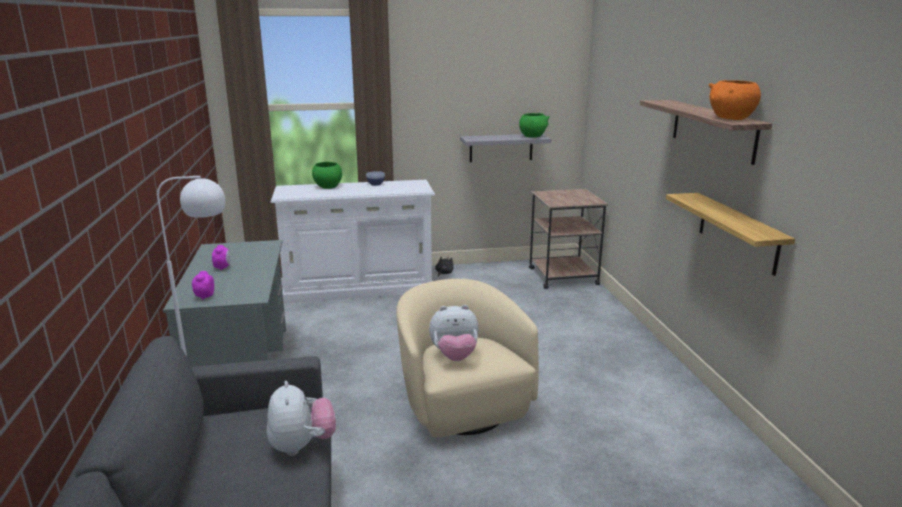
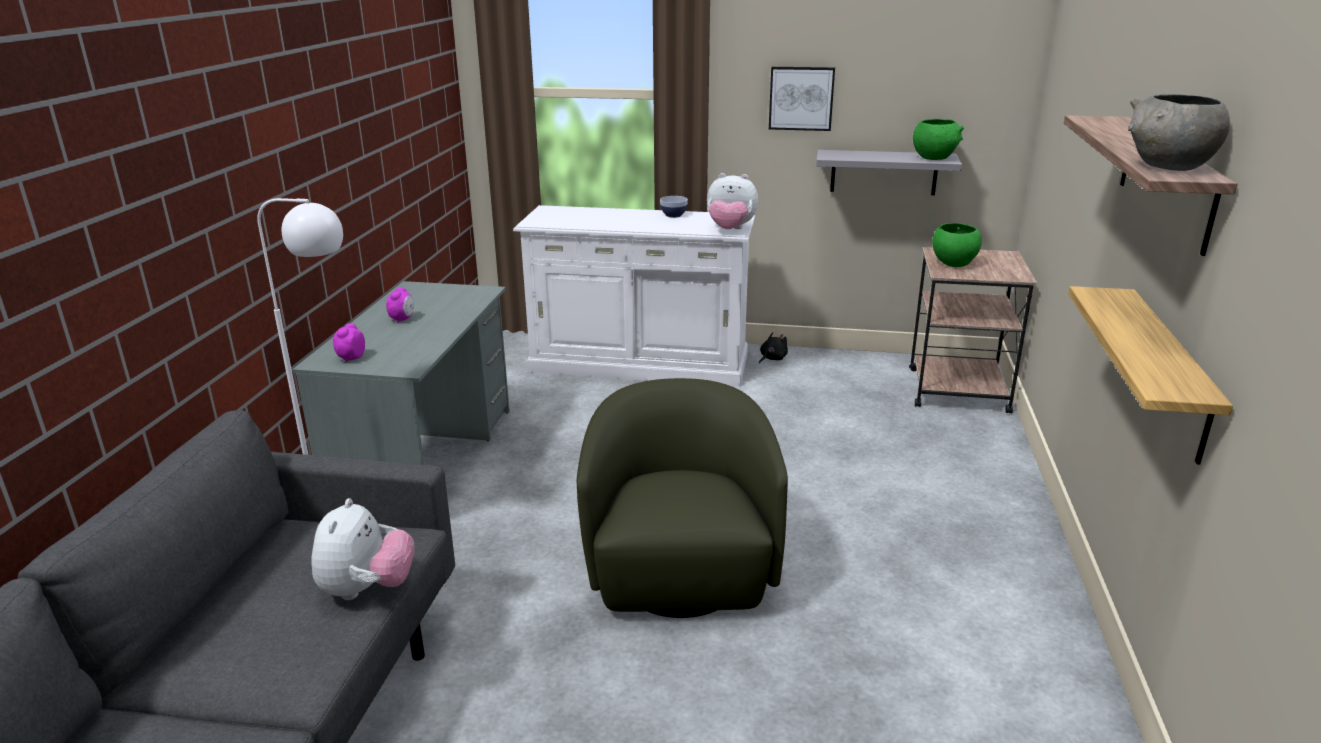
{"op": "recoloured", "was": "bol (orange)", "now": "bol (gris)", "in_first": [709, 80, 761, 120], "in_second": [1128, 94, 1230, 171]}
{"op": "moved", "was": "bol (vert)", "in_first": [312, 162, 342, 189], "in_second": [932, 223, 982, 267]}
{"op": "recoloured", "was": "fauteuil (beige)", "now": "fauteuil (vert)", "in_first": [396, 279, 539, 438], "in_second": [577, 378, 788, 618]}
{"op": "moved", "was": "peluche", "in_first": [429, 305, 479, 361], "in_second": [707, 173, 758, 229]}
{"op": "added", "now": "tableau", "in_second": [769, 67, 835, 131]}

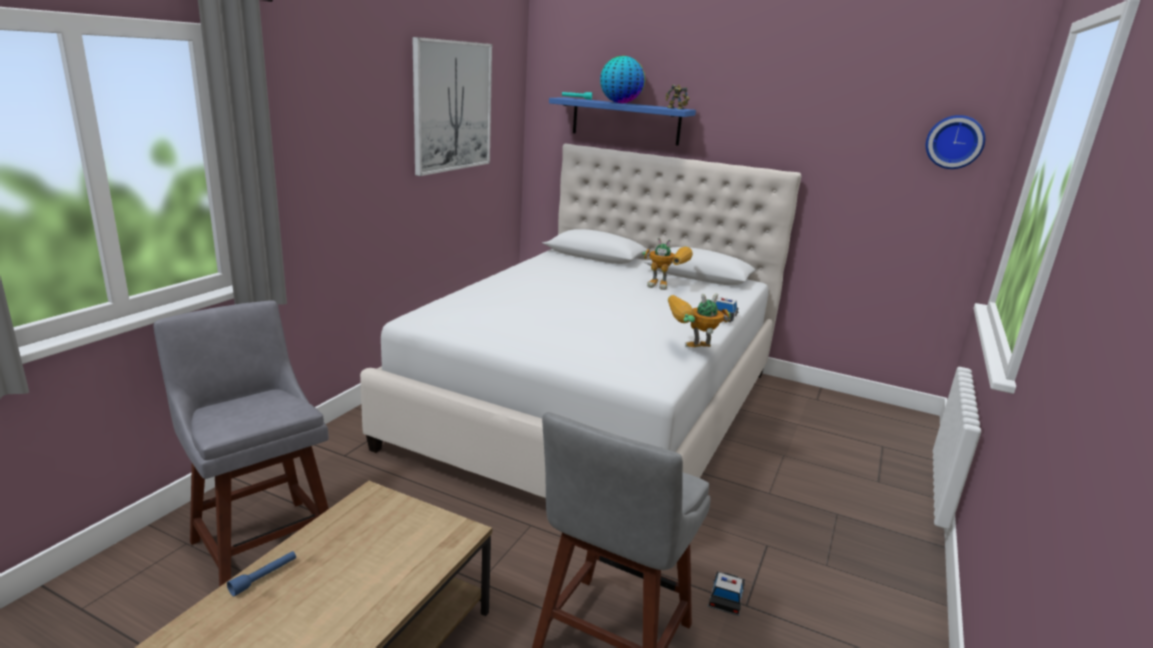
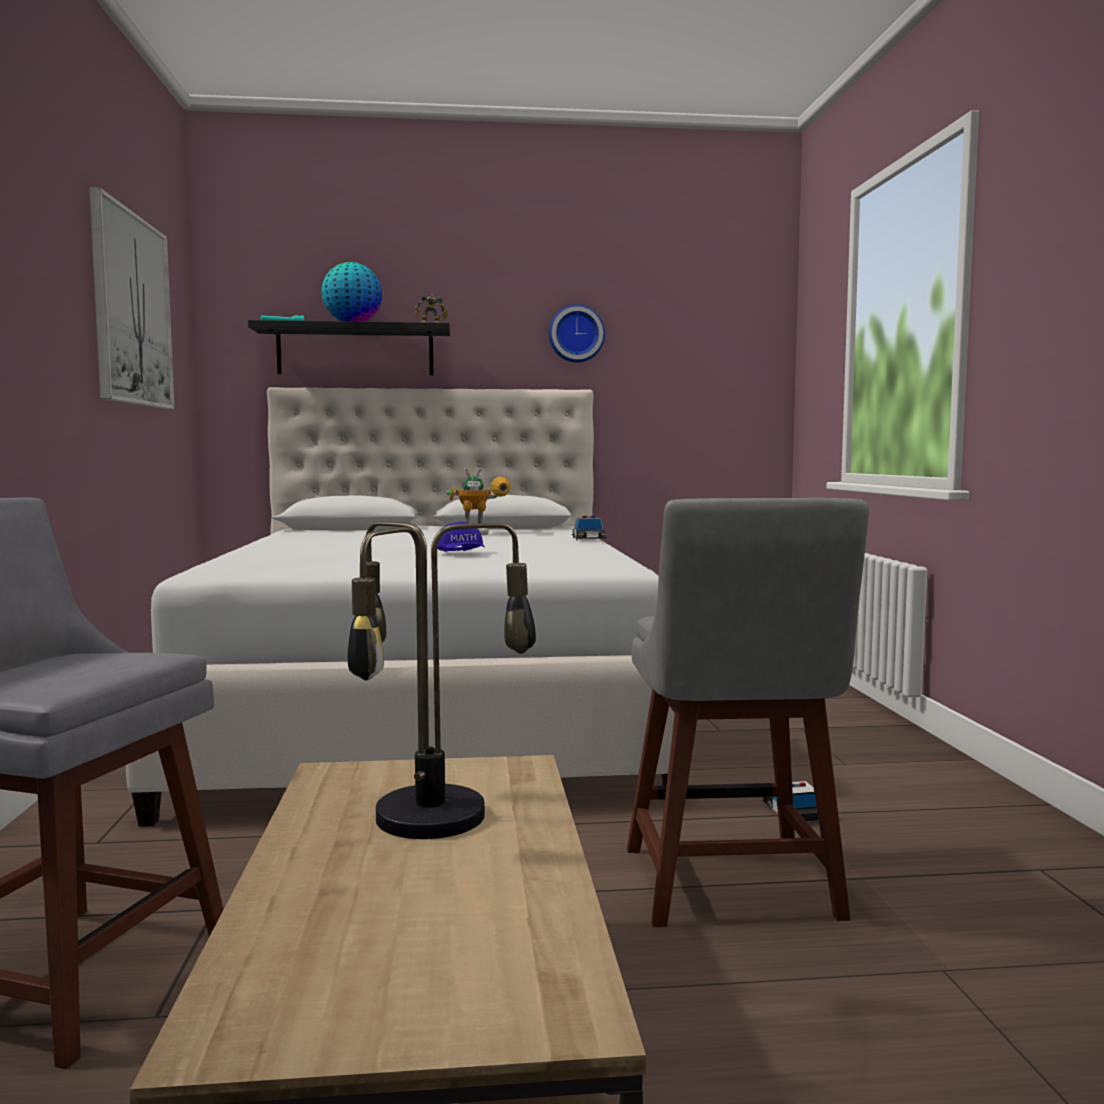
{"op": "recoloured", "was": "étagère (bleu)", "now": "étagère (noir)", "in_first": [549, 97, 696, 146], "in_second": [248, 320, 450, 375]}
{"op": "moved", "was": "horloge murale", "in_first": [926, 115, 985, 169], "in_second": [549, 305, 605, 363]}
{"op": "removed", "was": "robot jouet", "in_first": [668, 293, 731, 347]}
{"op": "removed", "was": "lampe de poche (bleu)", "in_first": [227, 551, 296, 596]}
{"op": "added", "now": "lampe de table", "in_second": [348, 521, 536, 839]}
{"op": "added", "now": "casquette (bleu)", "in_second": [437, 522, 485, 552]}

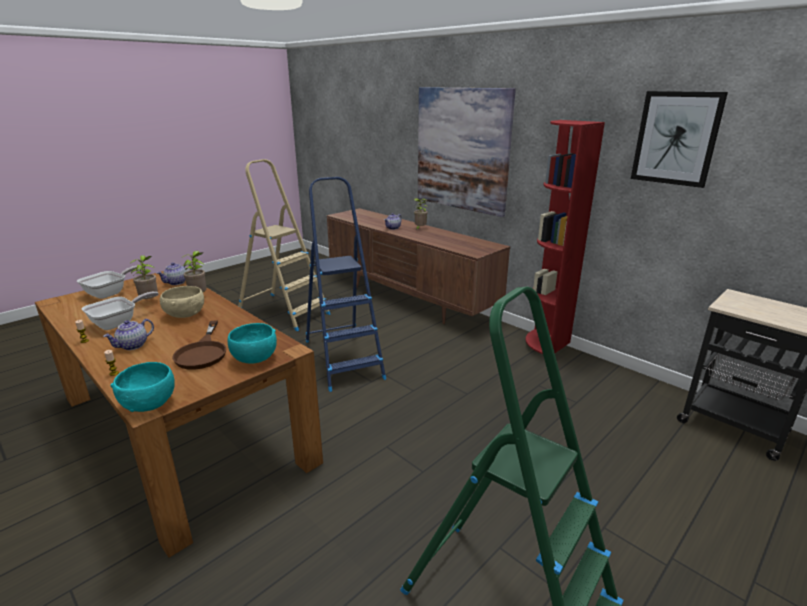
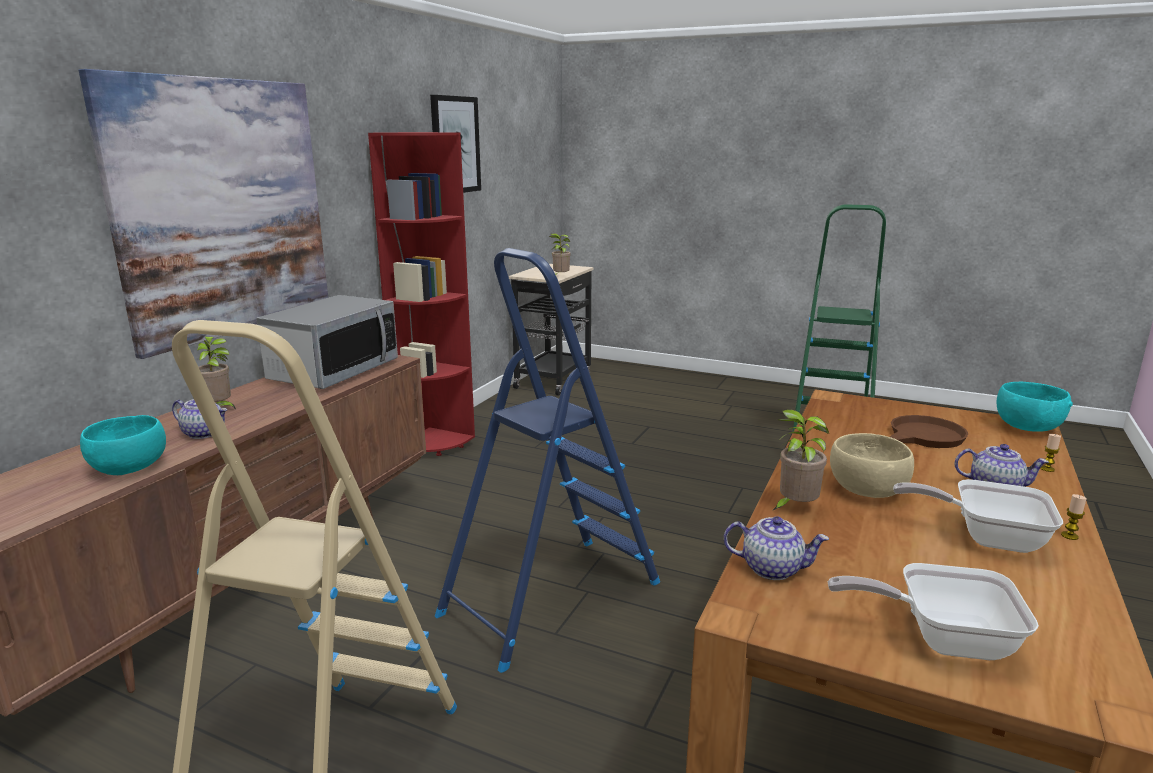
{"op": "moved", "was": "plante en pot", "in_first": [130, 255, 158, 299], "in_second": [549, 233, 571, 275]}
{"op": "moved", "was": "bol (turquoise)", "in_first": [228, 323, 277, 364], "in_second": [80, 415, 166, 475]}
{"op": "added", "now": "micro-ondes", "in_second": [256, 295, 398, 389]}

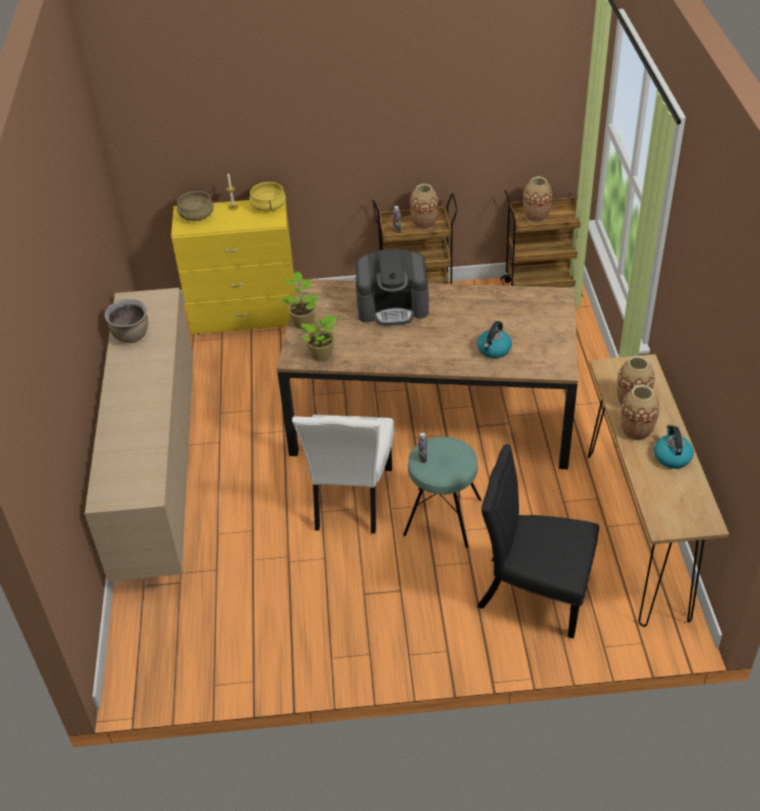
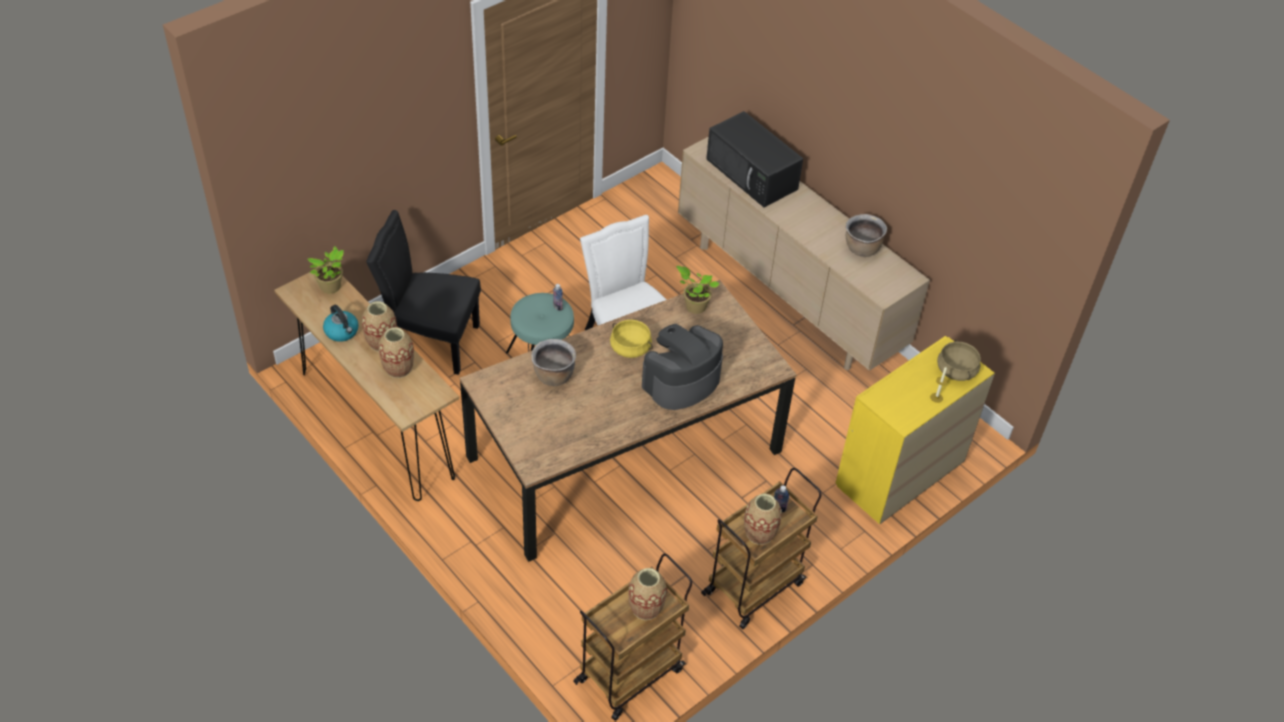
{"op": "moved", "was": "marmite (jaune)", "in_first": [249, 182, 286, 212], "in_second": [610, 320, 653, 358]}
{"op": "moved", "was": "plante en pot", "in_first": [279, 271, 319, 329], "in_second": [308, 246, 344, 293]}
{"op": "replaced", "was": "bouilloire", "now": "marmite (marron)", "in_first": [477, 321, 512, 358], "in_second": [531, 339, 576, 386]}
{"op": "turned", "was": "chaise (noir)", "in_first": [477, 444, 599, 639], "in_second": [366, 210, 481, 375], "clockwise": -150}
{"op": "added", "now": "micro-ondes (noir)", "in_second": [706, 111, 803, 207]}

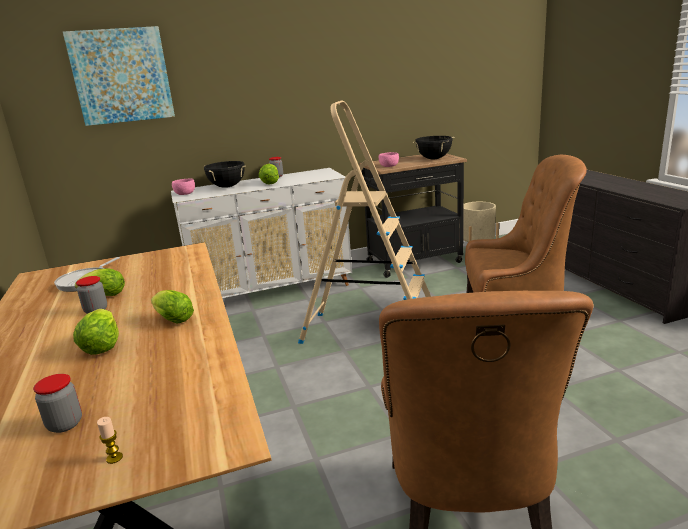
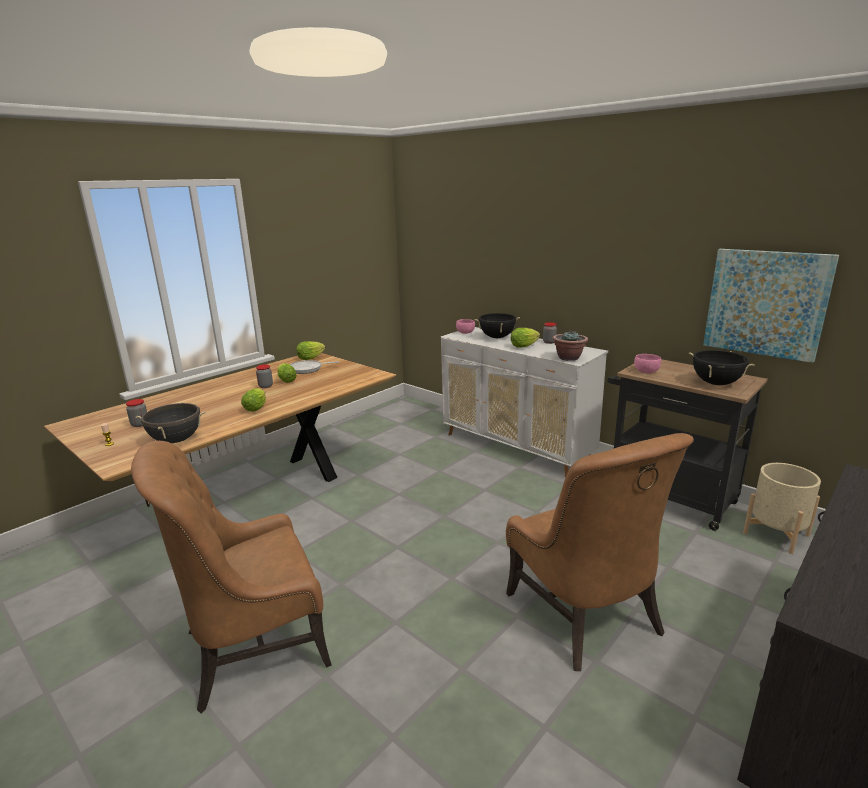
{"op": "moved", "was": "tableau", "in_first": [63, 26, 175, 126], "in_second": [703, 249, 839, 363]}
{"op": "removed", "was": "escabeau (beige)", "in_first": [298, 100, 431, 344]}
{"op": "moved", "was": "laitue", "in_first": [73, 309, 119, 355], "in_second": [296, 341, 325, 360]}
{"op": "added", "now": "plante en pot", "in_second": [553, 331, 588, 361]}
{"op": "added", "now": "marmite (noir)", "in_second": [136, 402, 206, 443]}

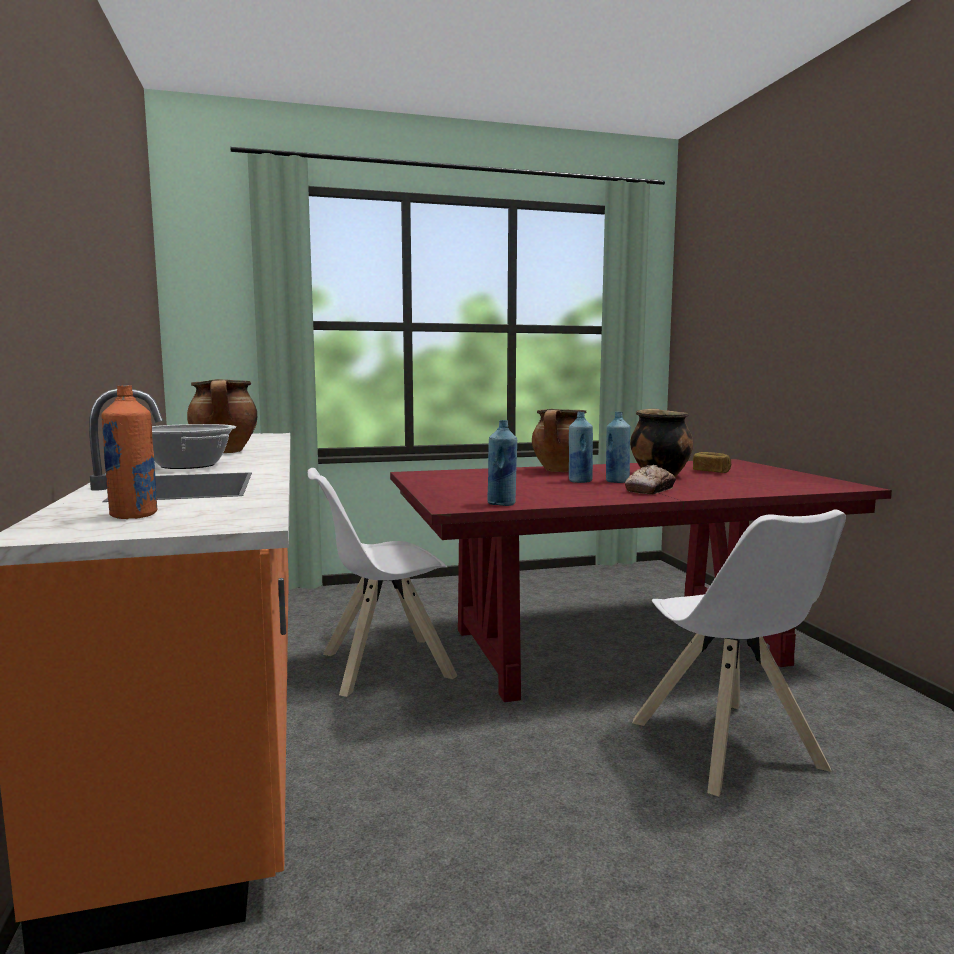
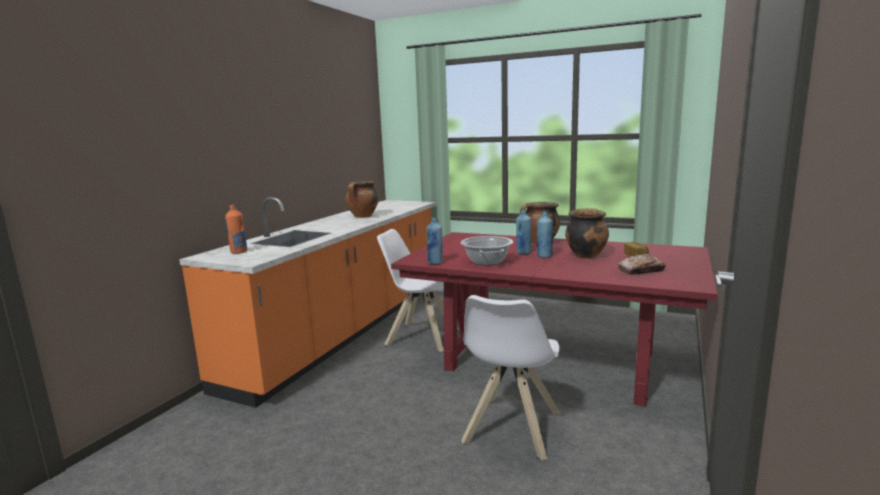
{"op": "moved", "was": "marmite", "in_first": [152, 424, 236, 469], "in_second": [461, 236, 513, 265]}
{"op": "moved", "was": "pain", "in_first": [625, 465, 676, 494], "in_second": [618, 254, 666, 275]}

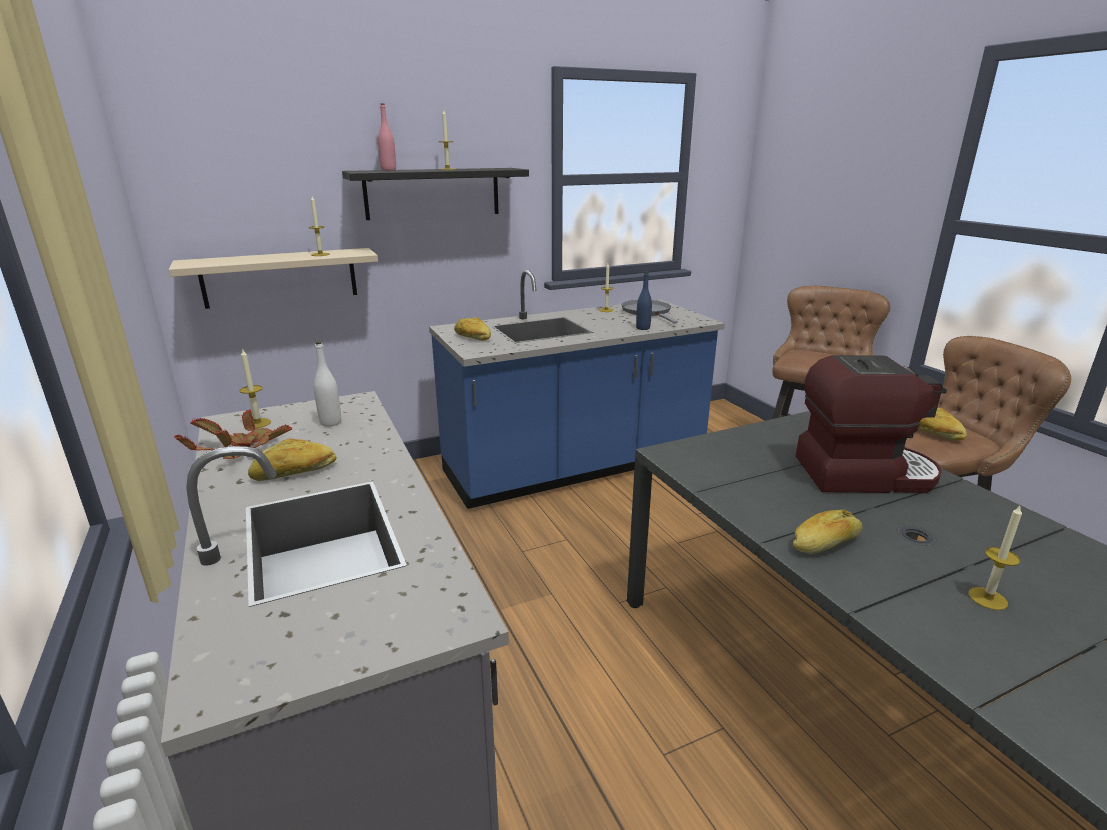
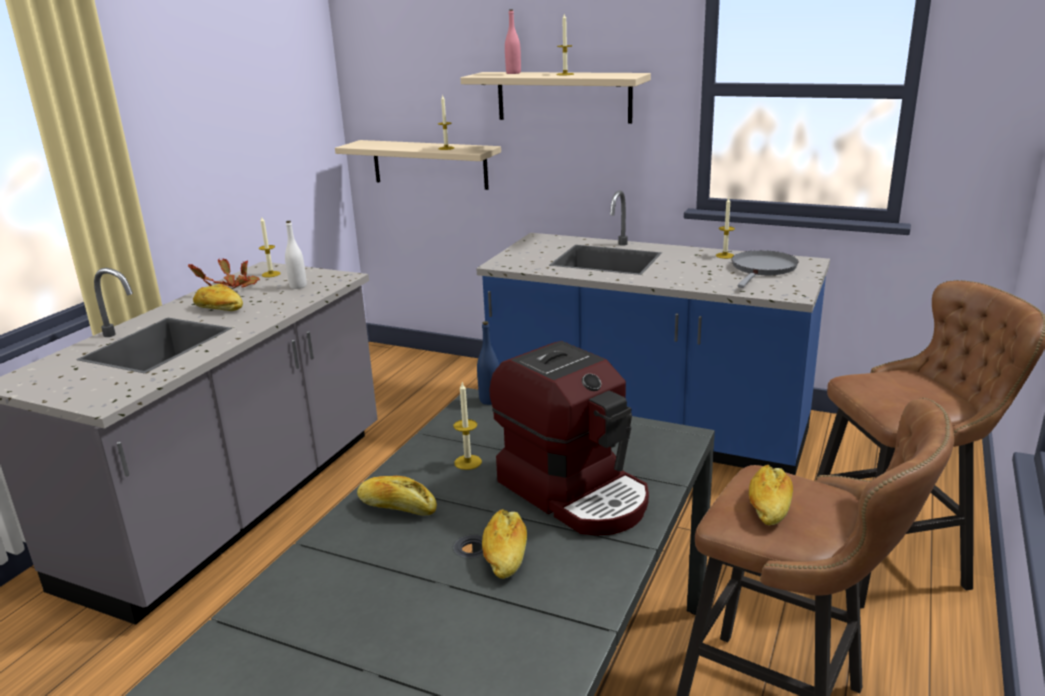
{"op": "recoloured", "was": "étagère (noir)", "now": "étagère (beige)", "in_first": [342, 168, 529, 220], "in_second": [461, 72, 651, 124]}
{"op": "moved", "was": "bouteille (bleu)", "in_first": [636, 272, 652, 330], "in_second": [477, 321, 499, 405]}
{"op": "moved", "was": "pain", "in_first": [454, 317, 491, 341], "in_second": [482, 509, 527, 579]}
{"op": "moved", "was": "bougie", "in_first": [968, 506, 1022, 610], "in_second": [454, 383, 482, 470]}

